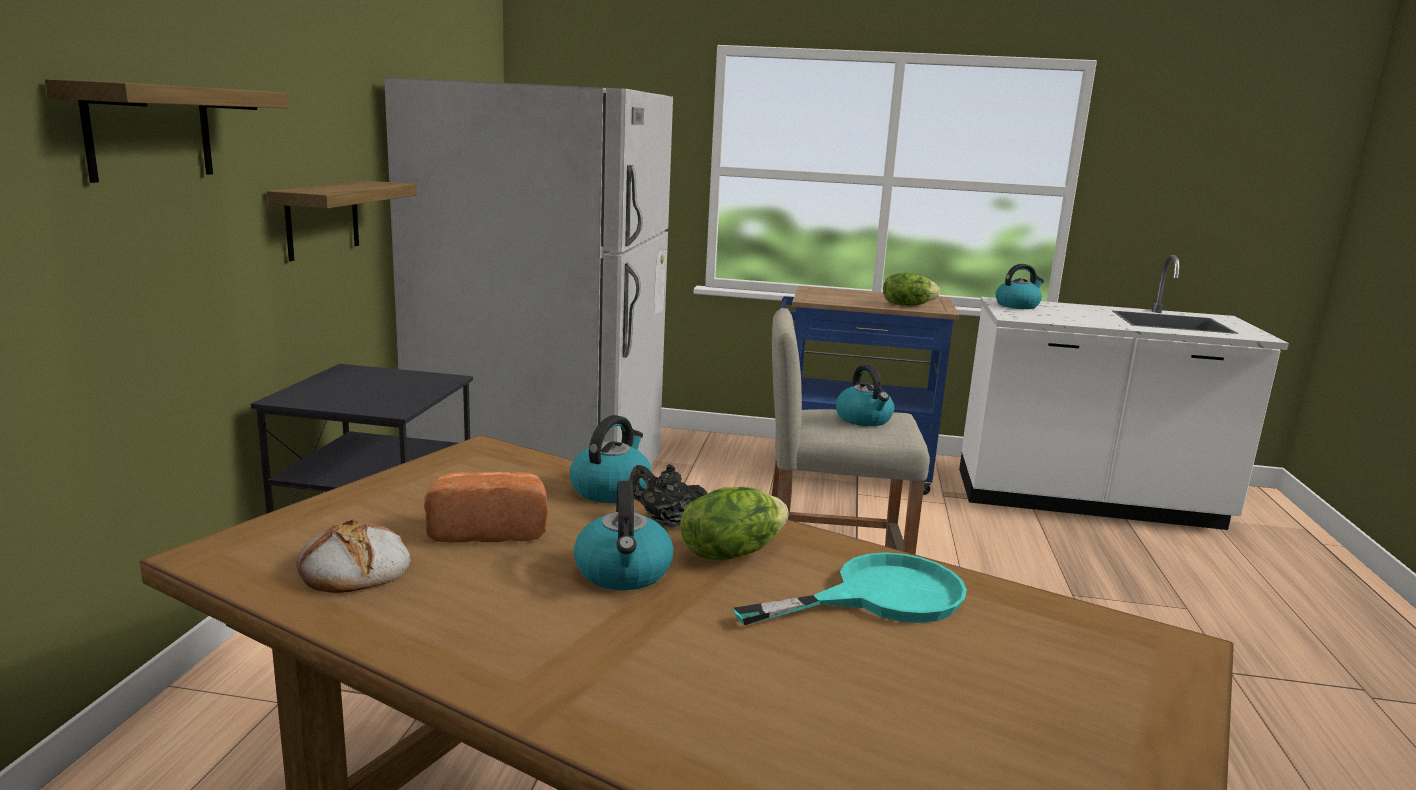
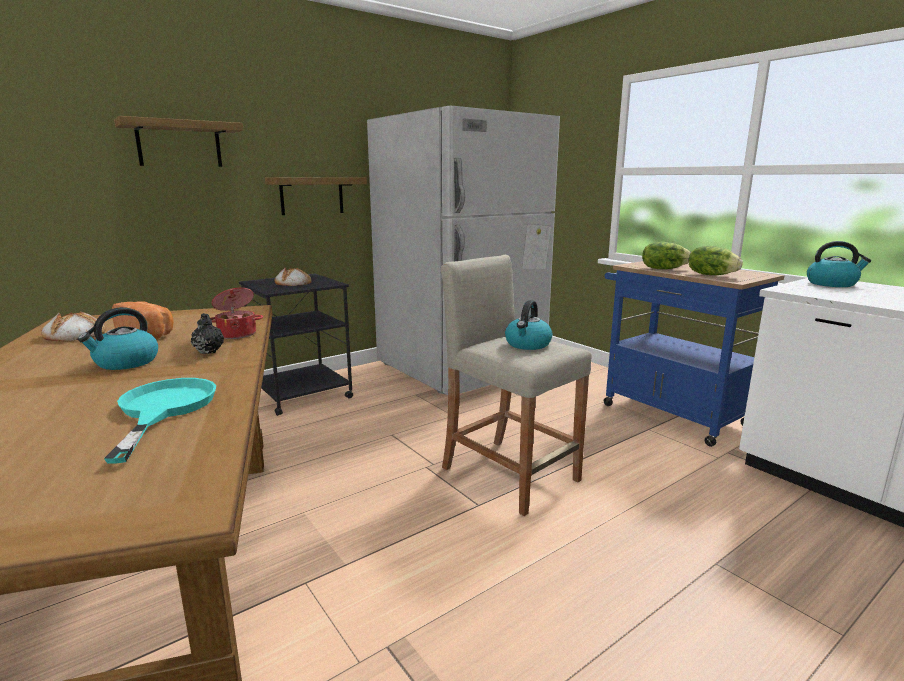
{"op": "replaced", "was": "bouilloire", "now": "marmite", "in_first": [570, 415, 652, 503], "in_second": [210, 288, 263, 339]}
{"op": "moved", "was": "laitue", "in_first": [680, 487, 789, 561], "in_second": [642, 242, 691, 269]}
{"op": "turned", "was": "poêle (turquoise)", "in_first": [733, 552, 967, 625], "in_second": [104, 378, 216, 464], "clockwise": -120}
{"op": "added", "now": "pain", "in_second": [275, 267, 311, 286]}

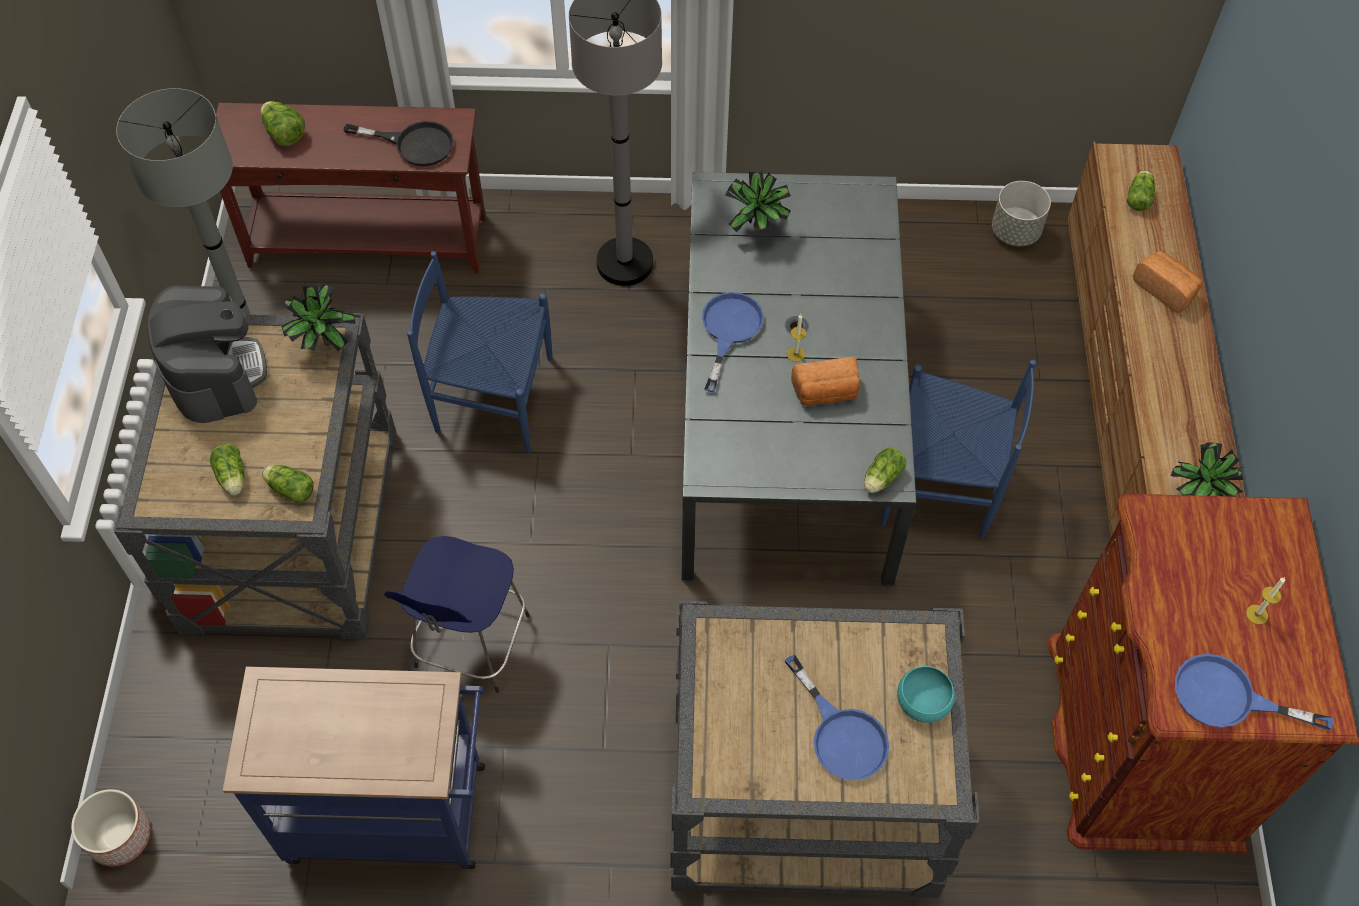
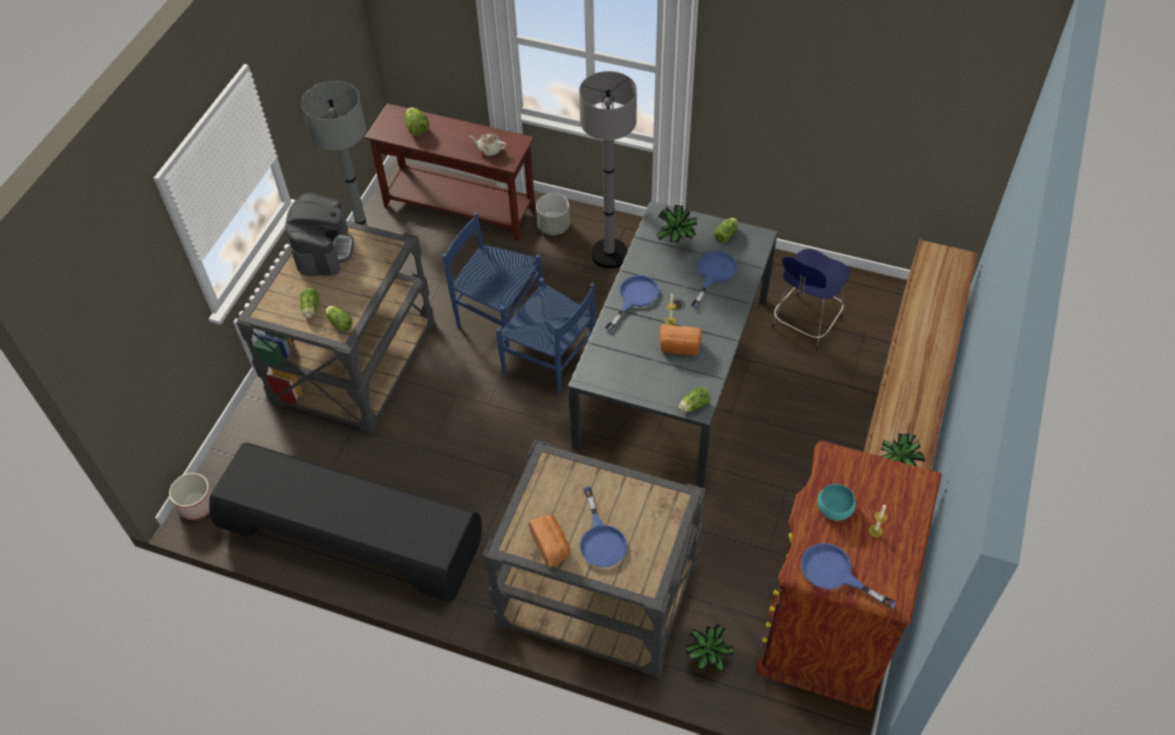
{"op": "replaced", "was": "poêle (noir)", "now": "théière (beige)", "in_first": [343, 121, 454, 166], "in_second": [470, 133, 507, 156]}
{"op": "moved", "was": "laitue", "in_first": [1127, 170, 1155, 211], "in_second": [714, 218, 738, 243]}
{"op": "moved", "was": "cache-pot (gris)", "in_first": [992, 181, 1051, 246], "in_second": [536, 193, 570, 235]}
{"op": "moved", "was": "pain", "in_first": [1133, 251, 1202, 314], "in_second": [529, 515, 570, 568]}
{"op": "moved", "was": "plante en pot", "in_first": [281, 285, 356, 352], "in_second": [686, 624, 734, 672]}
{"op": "moved", "was": "chaise (bleu)", "in_first": [880, 360, 1036, 539], "in_second": [496, 278, 595, 396]}
{"op": "moved", "was": "tabouret (bleu)", "in_first": [384, 536, 530, 693], "in_second": [771, 249, 850, 351]}
{"op": "moved", "was": "bol (turquoise)", "in_first": [897, 666, 955, 723], "in_second": [818, 484, 856, 521]}
{"op": "replaced", "was": "chariot (bleu)", "now": "banc (noir)", "in_first": [223, 667, 485, 869], "in_second": [209, 443, 482, 602]}
{"op": "added", "now": "poêle (bleu)", "in_second": [691, 252, 738, 308]}

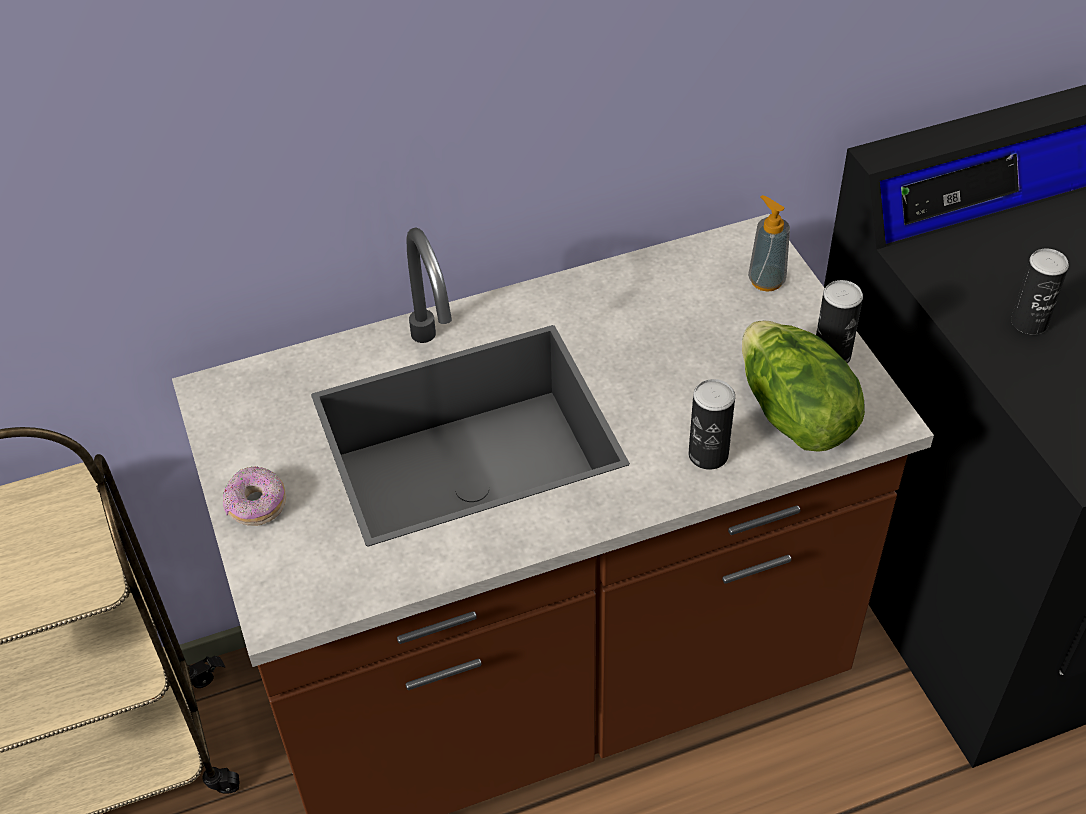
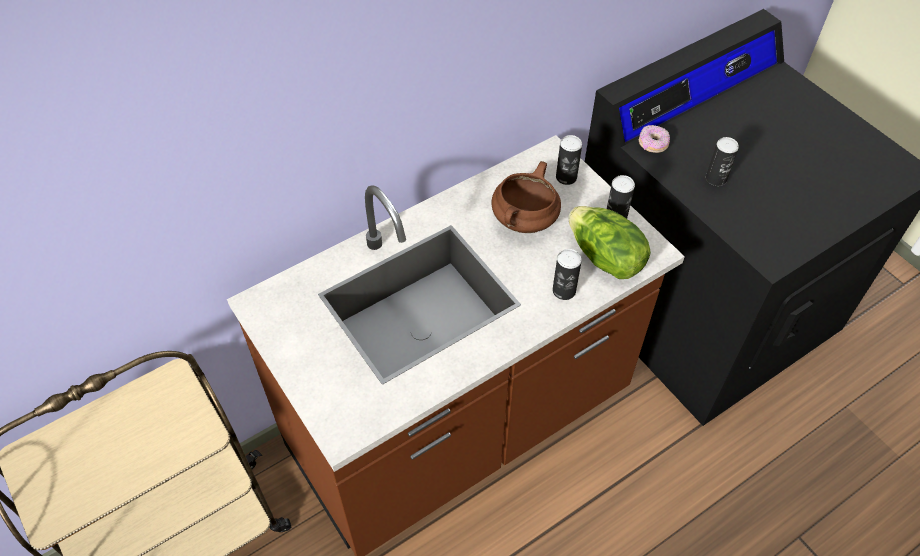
{"op": "replaced", "was": "distributeur de savon", "now": "boîte métallique", "in_first": [748, 195, 790, 292], "in_second": [556, 135, 582, 185]}
{"op": "moved", "was": "beignet", "in_first": [223, 466, 286, 526], "in_second": [639, 125, 670, 153]}
{"op": "added", "now": "marmite (marron)", "in_second": [492, 161, 561, 233]}

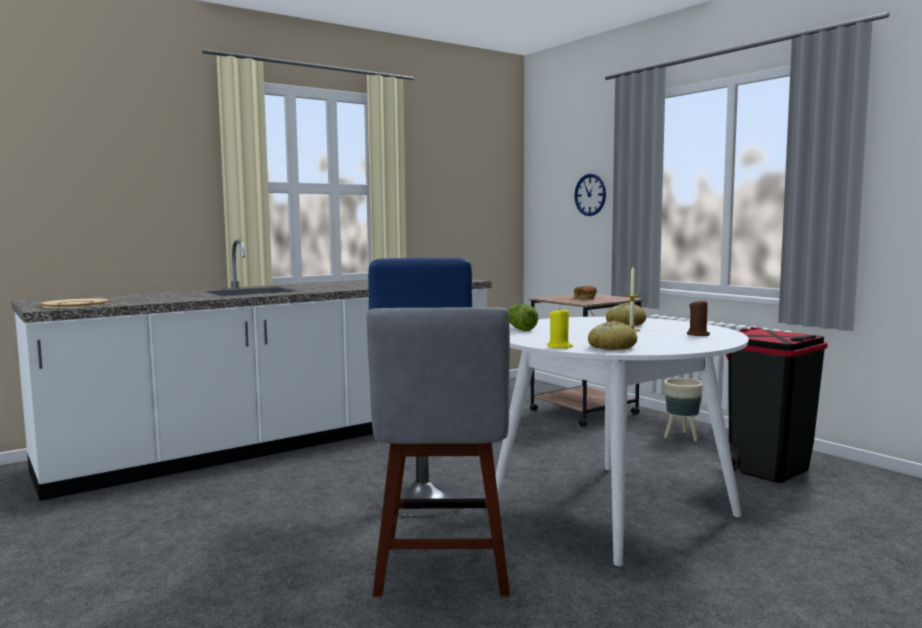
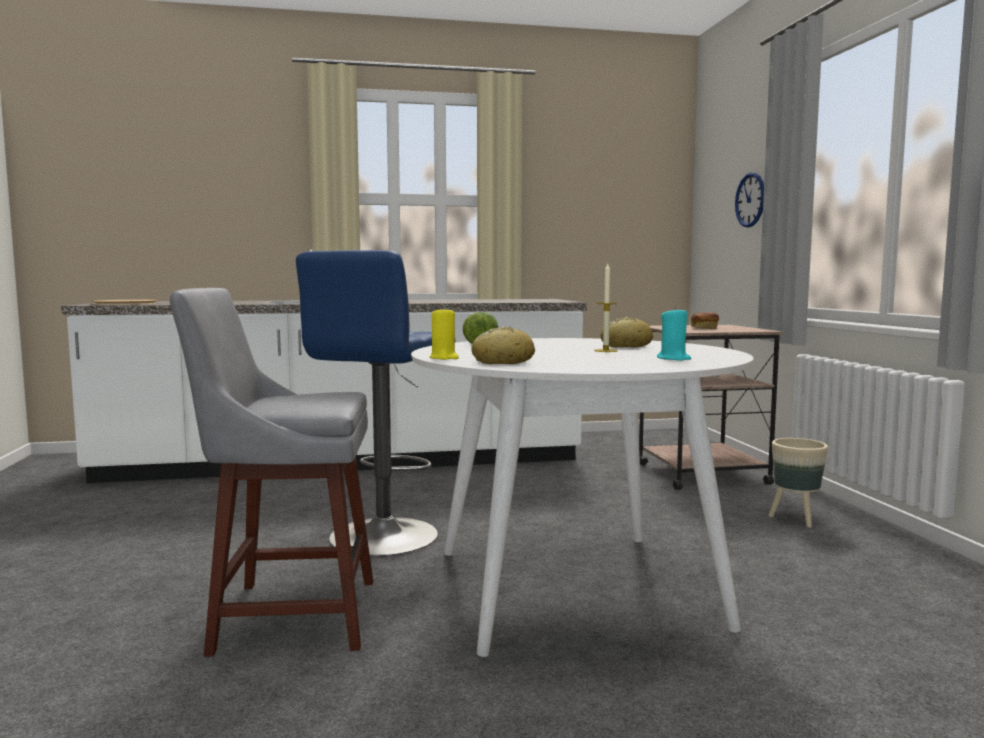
{"op": "recoloured", "was": "bougie (marron)", "now": "bougie (turquoise)", "in_first": [687, 299, 710, 336], "in_second": [657, 307, 691, 361]}
{"op": "turned", "was": "chaise (gris)", "in_first": [367, 307, 510, 597], "in_second": [170, 288, 373, 657], "clockwise": 60}
{"op": "removed", "was": "poubelle (noir)", "in_first": [719, 327, 828, 483]}

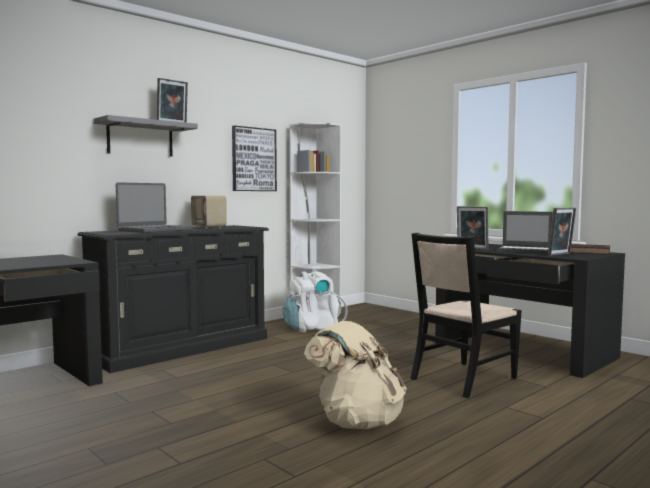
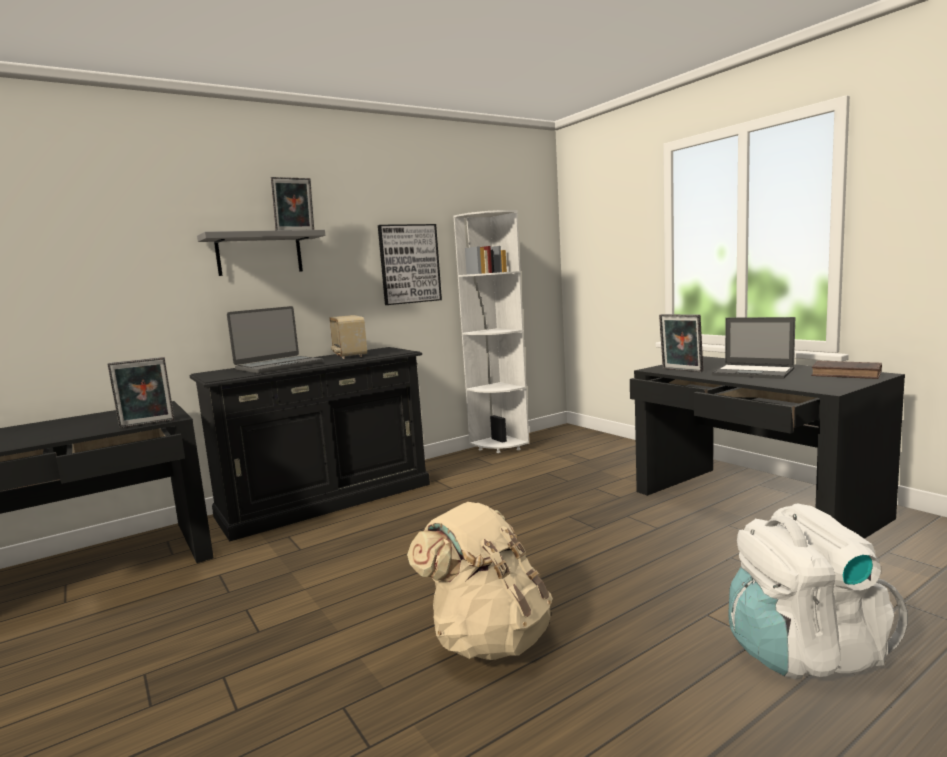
{"op": "moved", "was": "cadre photo", "in_first": [548, 208, 576, 256], "in_second": [108, 357, 175, 428]}
{"op": "removed", "was": "chaise", "in_first": [410, 233, 522, 398]}
{"op": "moved", "was": "sac à dos (blanc)", "in_first": [283, 271, 348, 332], "in_second": [728, 503, 908, 679]}

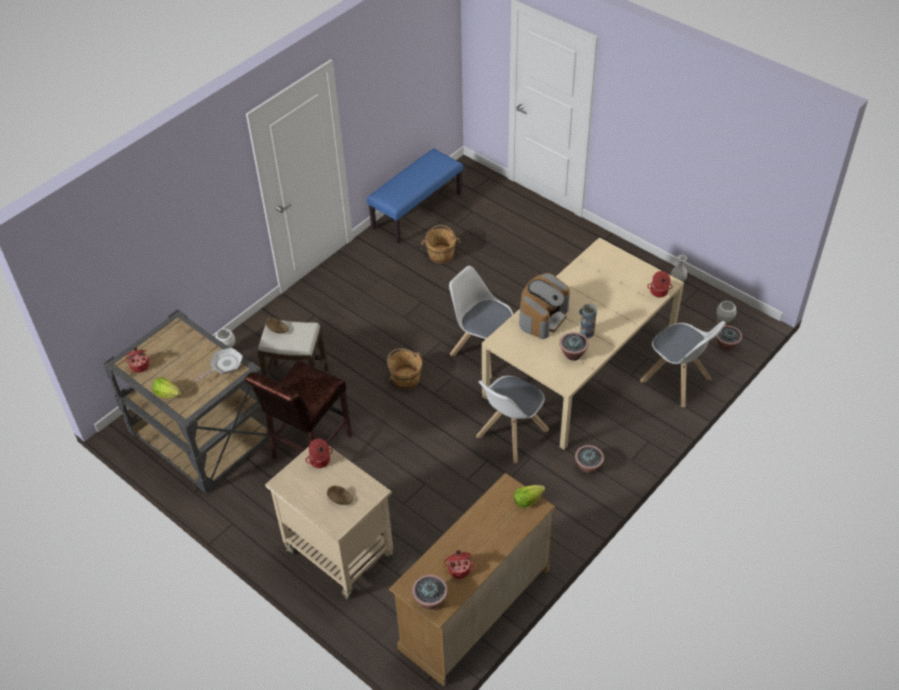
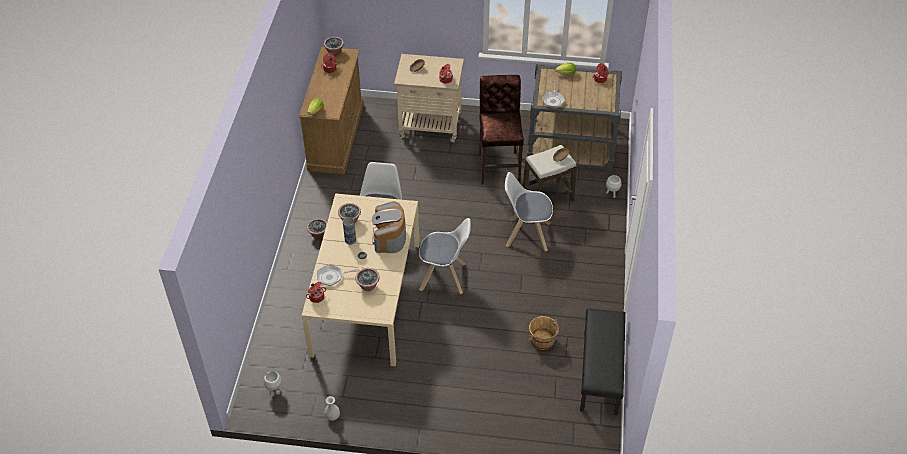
{"op": "recoloured", "was": "banc (bleu)", "now": "banc (noir)", "in_first": [367, 148, 463, 244], "in_second": [580, 308, 626, 415]}
{"op": "moved", "was": "chaise", "in_first": [640, 321, 725, 407], "in_second": [505, 172, 553, 252]}
{"op": "moved", "was": "plante en pot", "in_first": [716, 325, 742, 351], "in_second": [355, 268, 380, 291]}
{"op": "removed", "was": "seau (marron)", "in_first": [387, 348, 422, 390]}
{"op": "added", "now": "poêle", "in_second": [317, 265, 359, 286]}

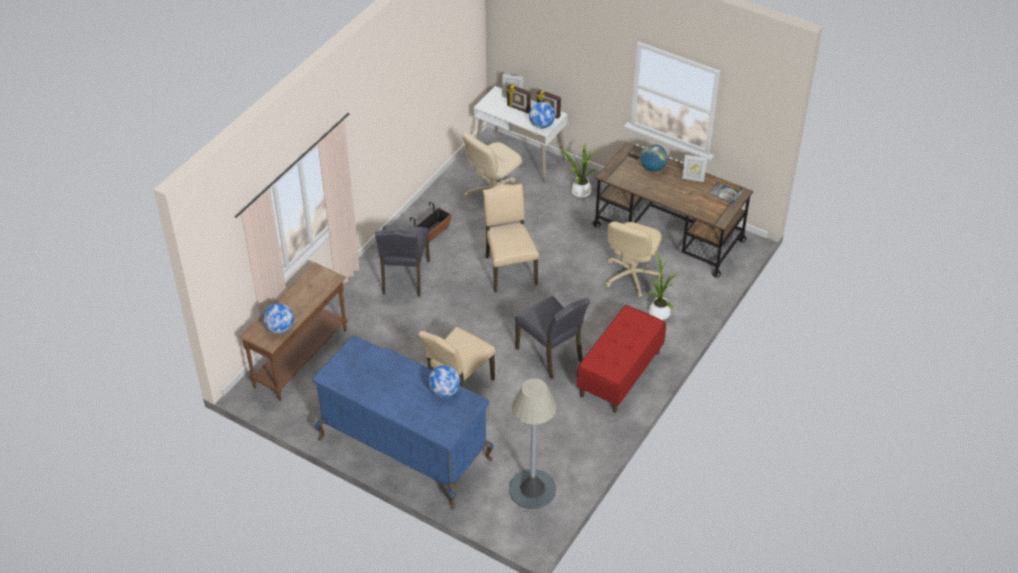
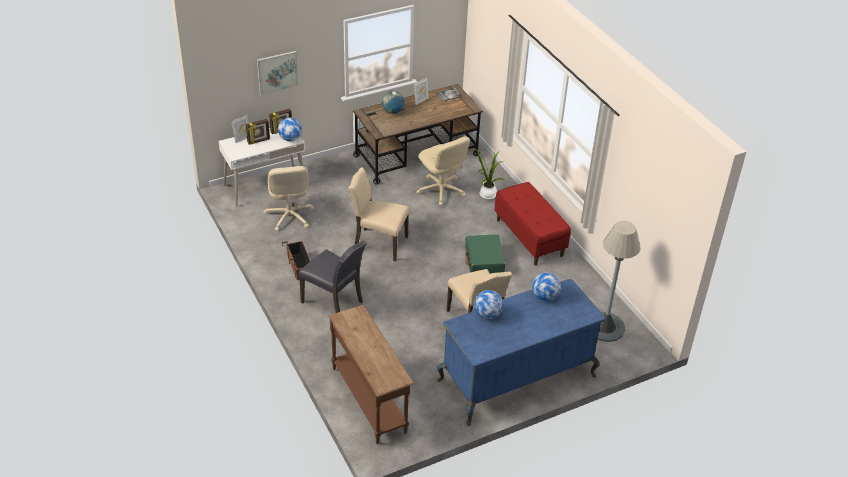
{"op": "removed", "was": "plante en pot", "in_first": [562, 142, 597, 197]}
{"op": "replaced", "was": "chaise (gris)", "now": "valise (vert)", "in_first": [515, 296, 590, 380], "in_second": [465, 234, 506, 274]}
{"op": "moved", "was": "globe", "in_first": [263, 303, 294, 334], "in_second": [474, 290, 503, 319]}
{"op": "added", "now": "tableau", "in_second": [257, 51, 299, 95]}

